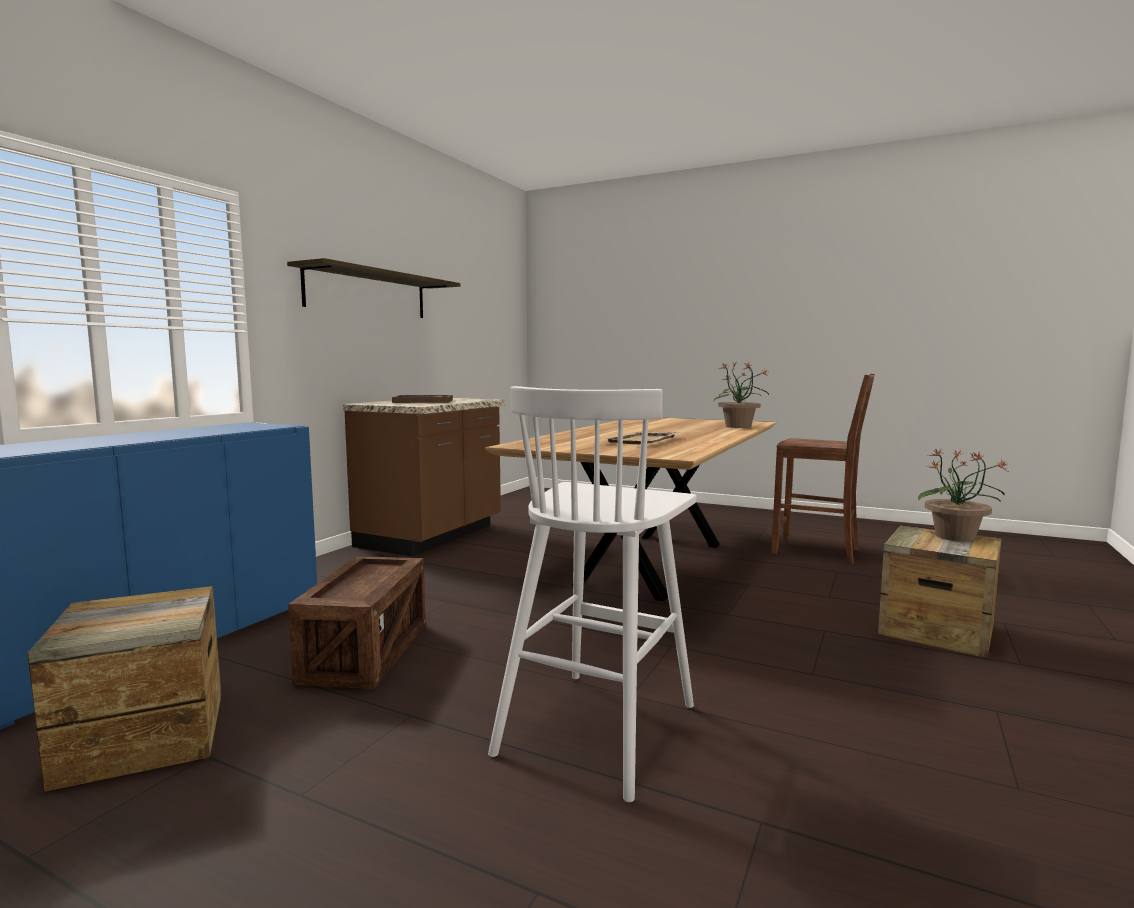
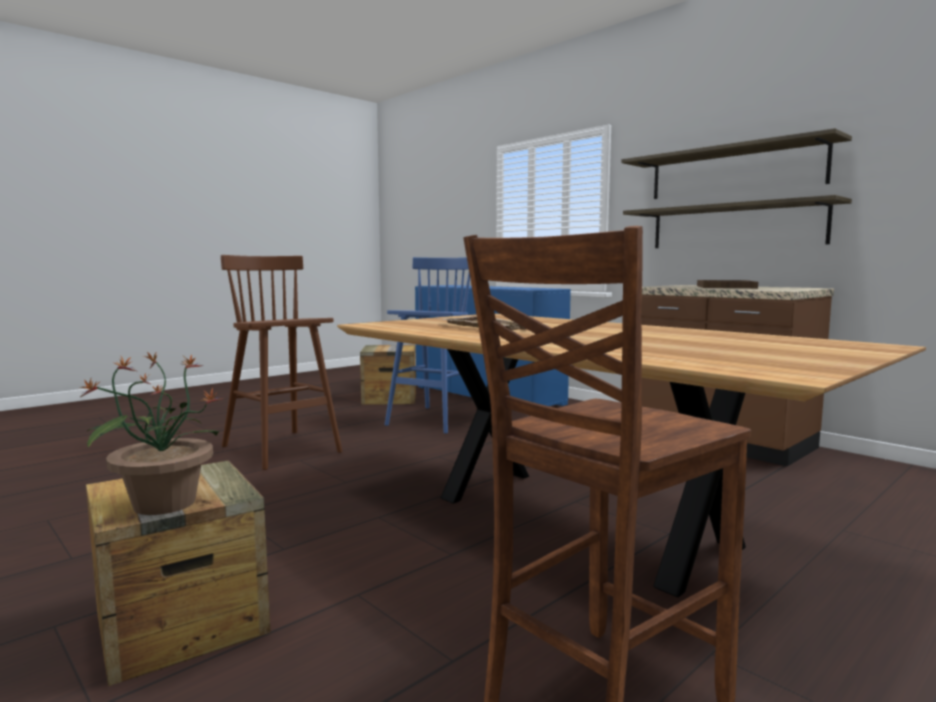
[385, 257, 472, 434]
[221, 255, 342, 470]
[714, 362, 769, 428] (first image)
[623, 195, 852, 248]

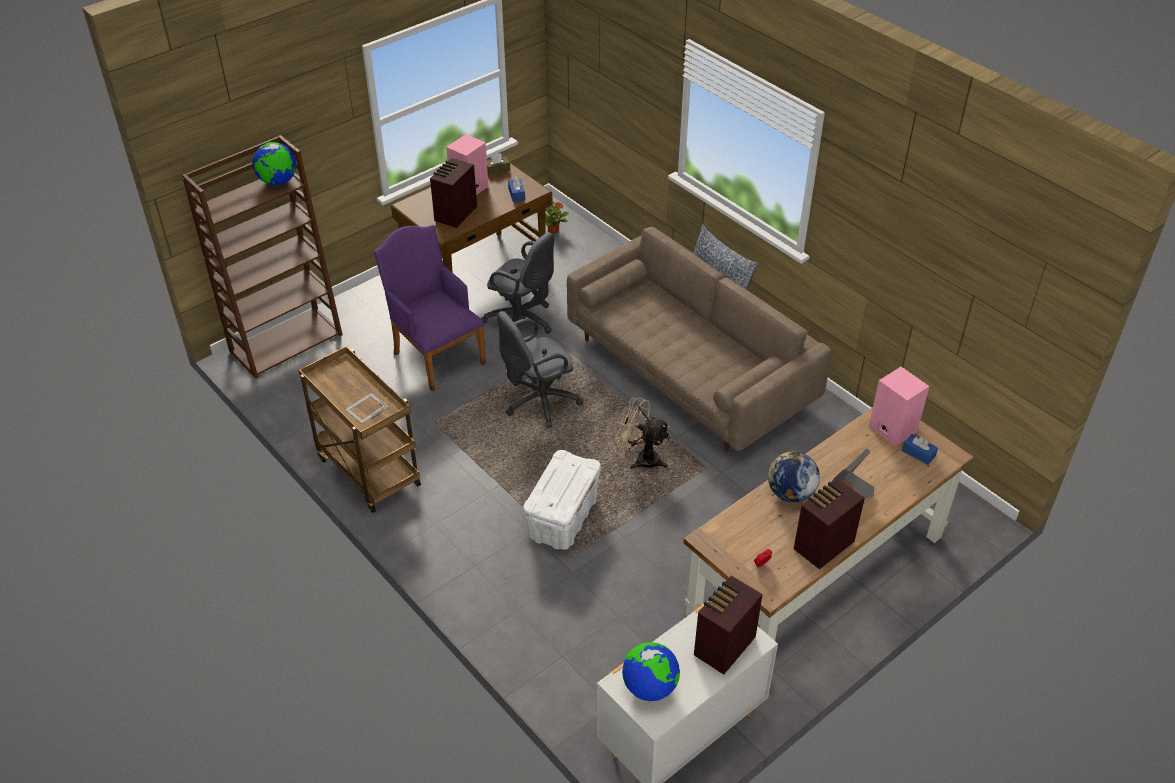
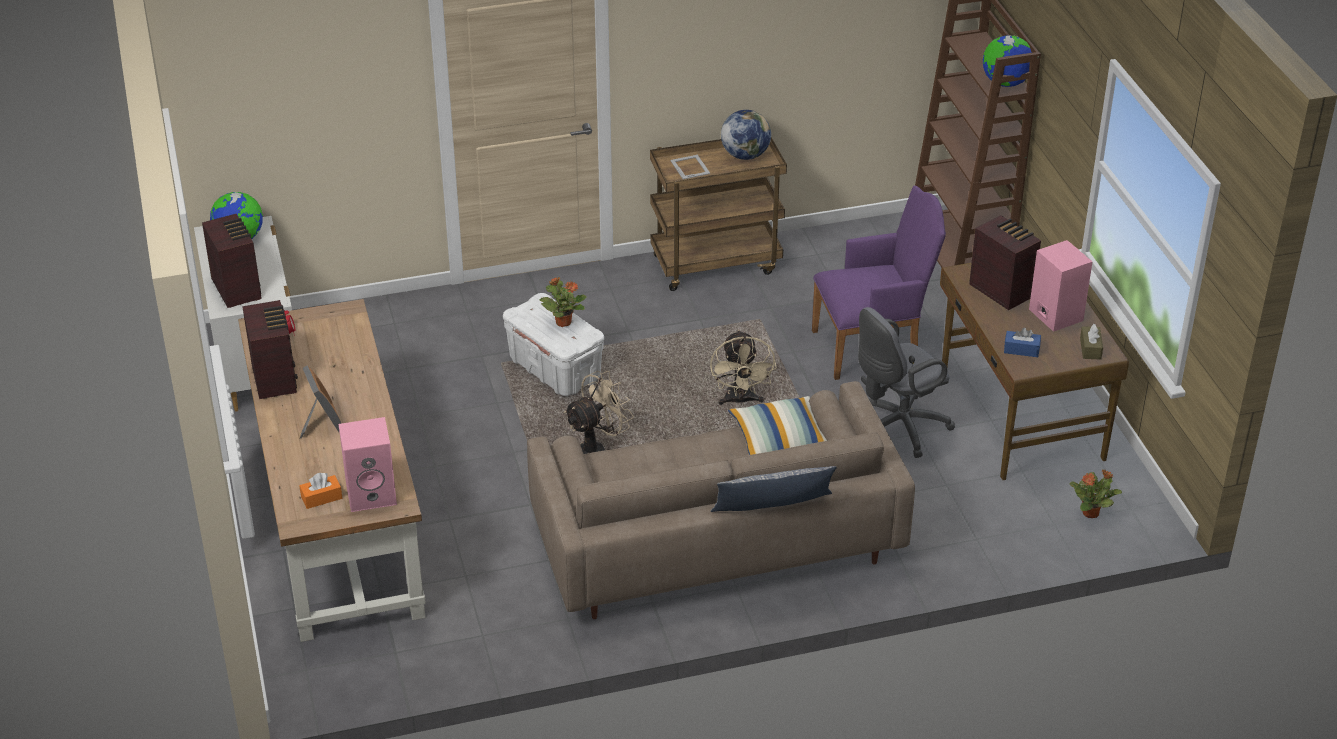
[710, 330, 776, 406]
[721, 110, 771, 160]
[299, 473, 342, 509]
[540, 277, 587, 327]
[728, 396, 827, 455]

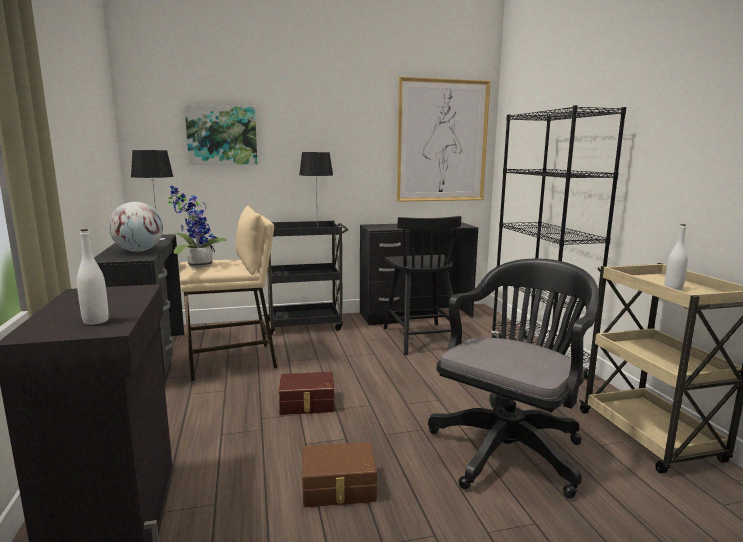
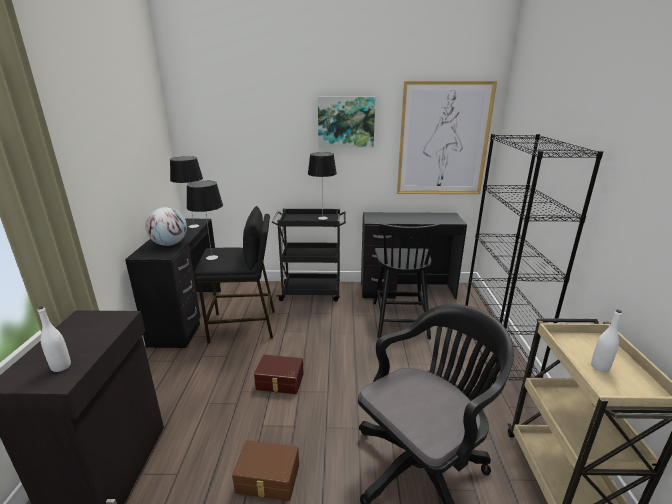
[187, 180, 223, 260]
[194, 206, 275, 343]
[318, 97, 375, 148]

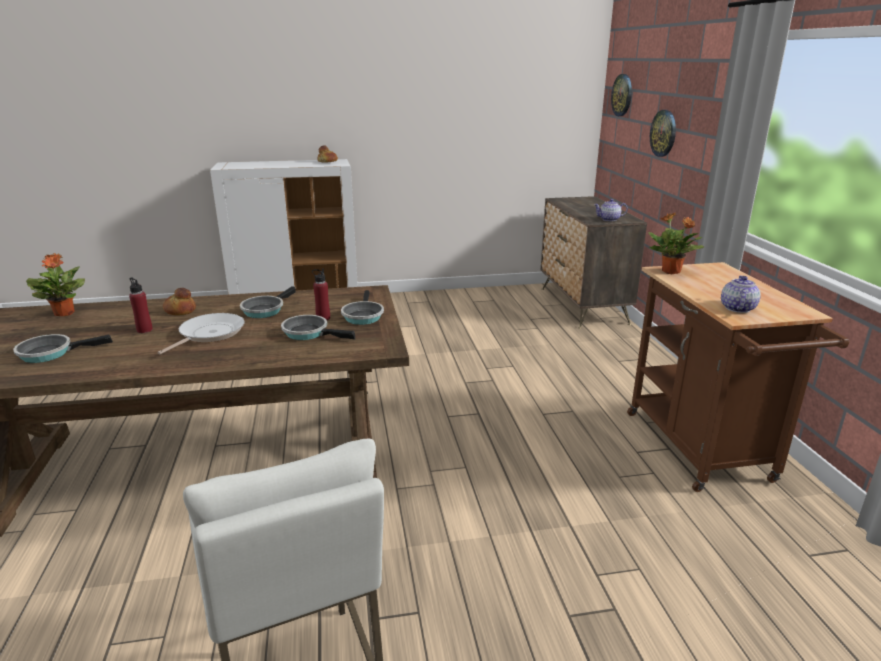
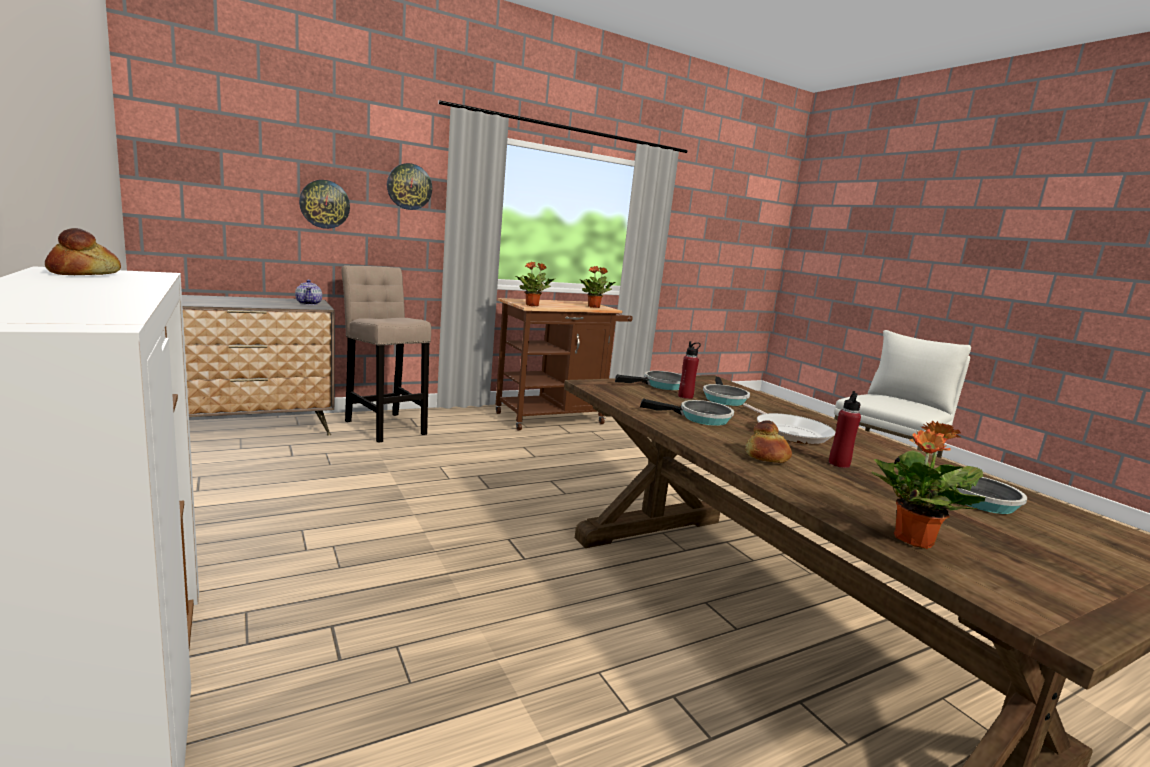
[743, 403, 835, 444]
[387, 163, 432, 210]
[579, 266, 615, 308]
[341, 266, 431, 443]

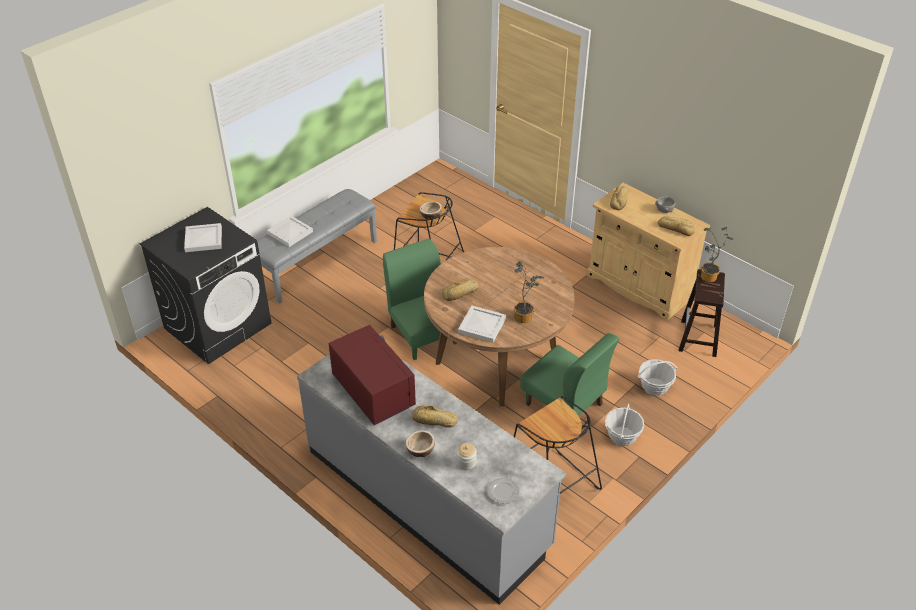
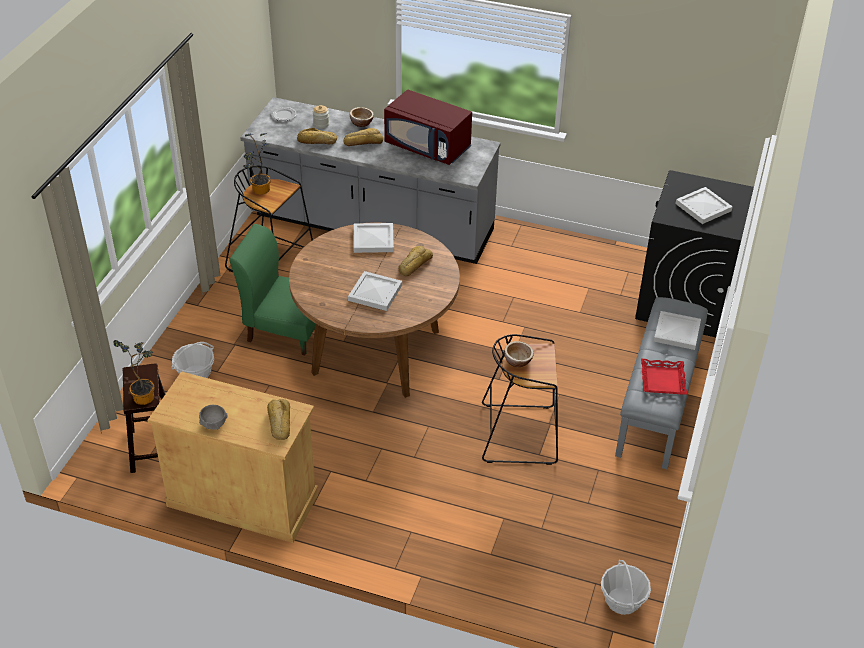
[383, 239, 457, 360] (first image)
[243, 133, 271, 195]
[601, 560, 651, 615]
[297, 128, 337, 144]
[348, 271, 402, 311]
[641, 359, 687, 394]

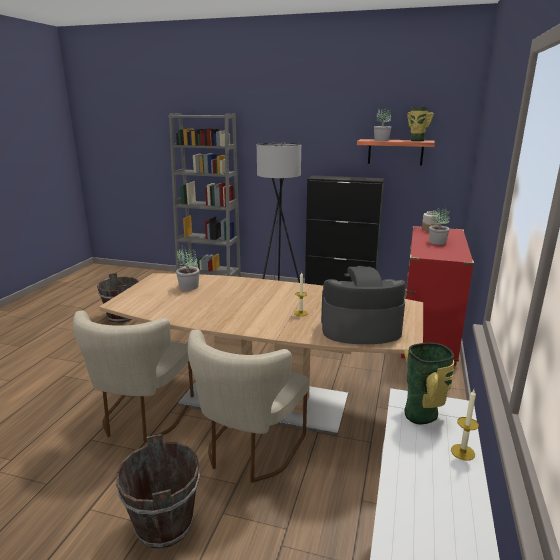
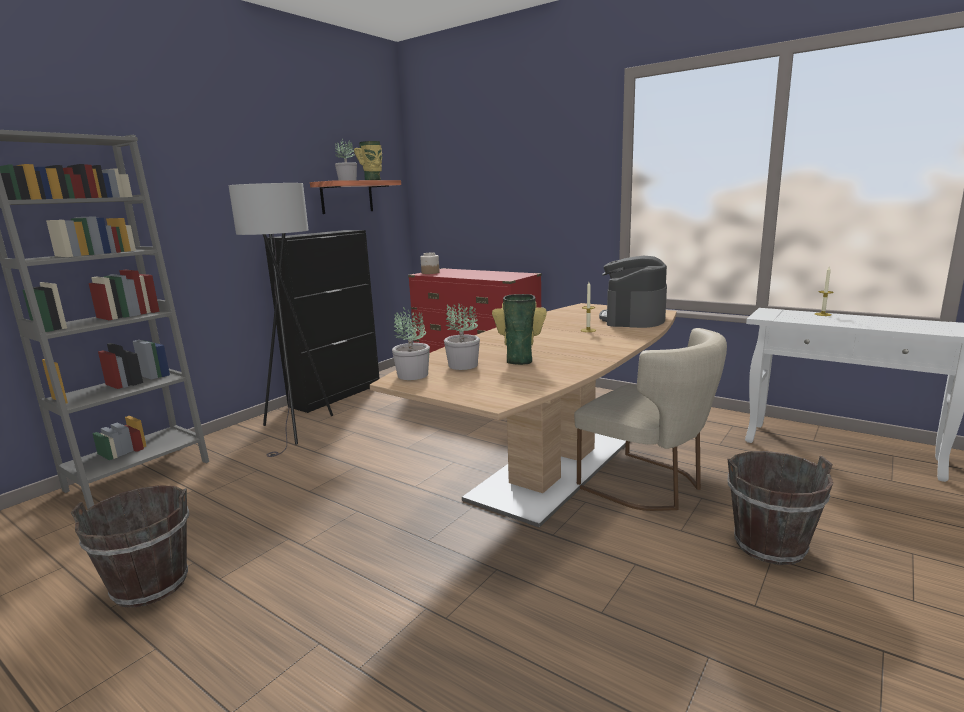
[73, 310, 194, 442] (first image)
[492, 294, 547, 365]
[392, 307, 430, 380]

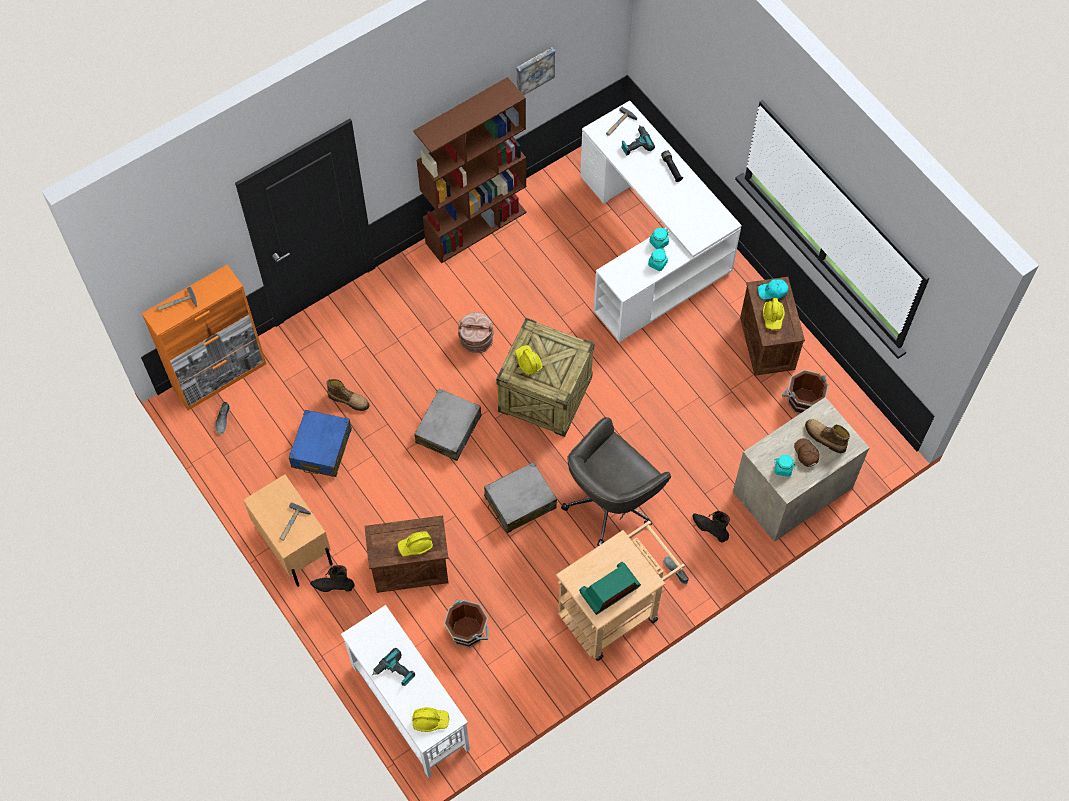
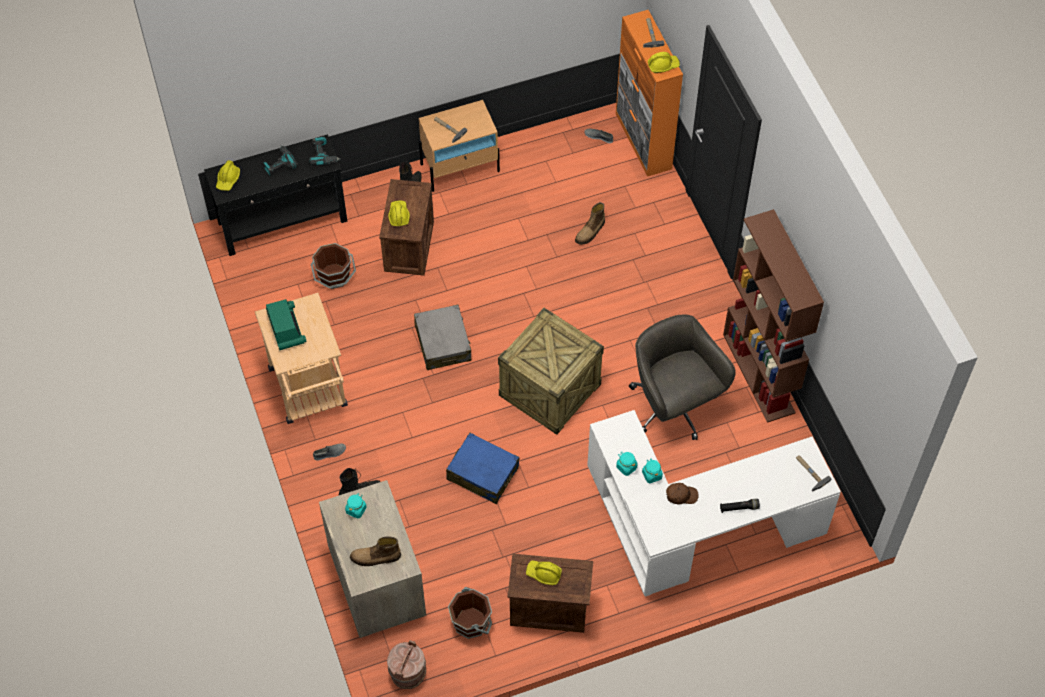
[446, 433, 519, 504]
[204, 134, 347, 256]
[414, 388, 481, 461] (first image)
[387, 640, 426, 689]
[648, 52, 680, 73]
[516, 48, 555, 95] (first image)
[629, 315, 736, 440]
[309, 137, 341, 166]
[758, 279, 788, 299] (first image)
[666, 483, 699, 505]
[350, 537, 401, 566]

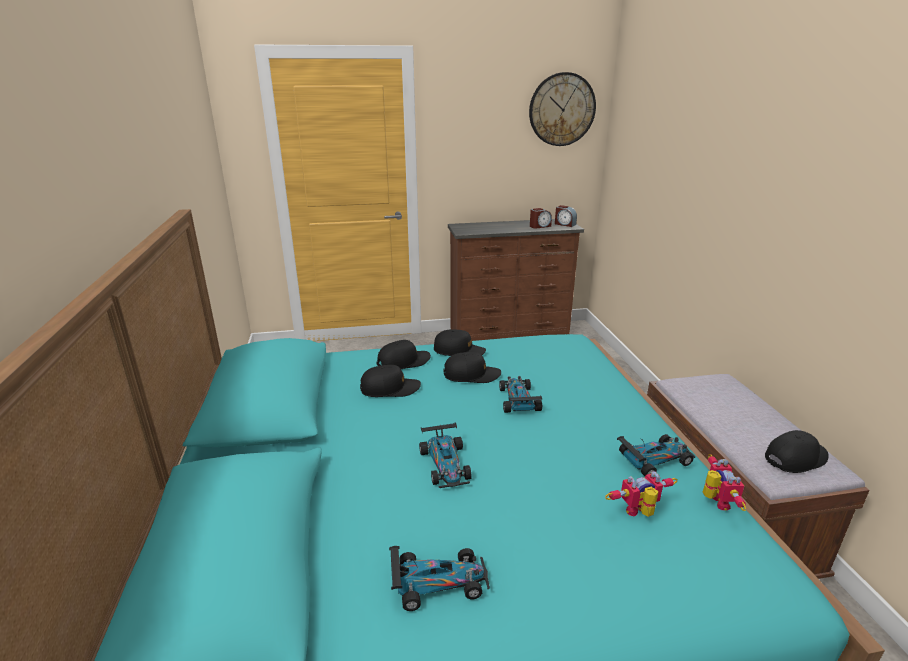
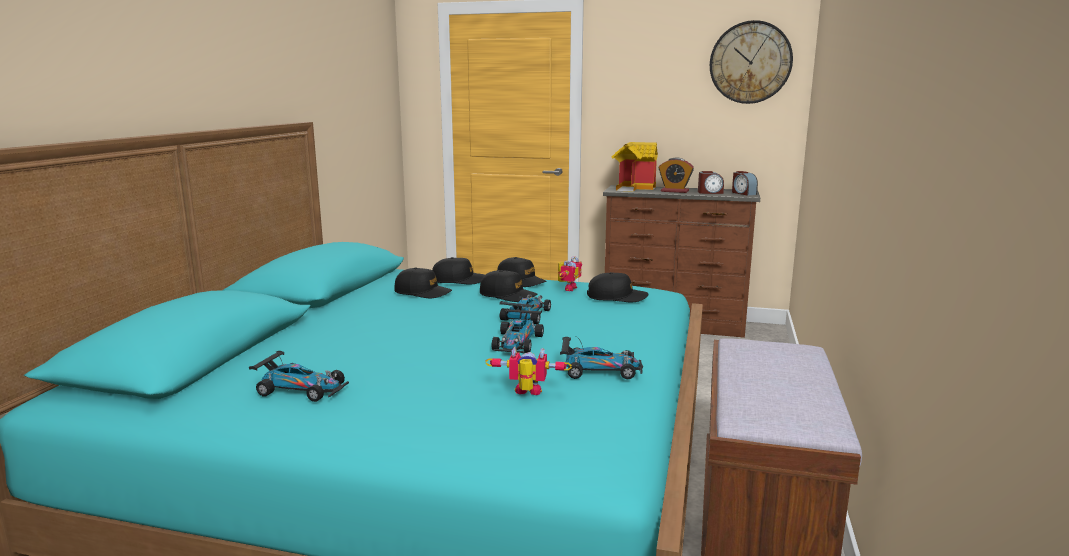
[492, 306, 544, 353]
[558, 256, 582, 291]
[587, 272, 649, 302]
[611, 142, 658, 192]
[659, 158, 694, 193]

